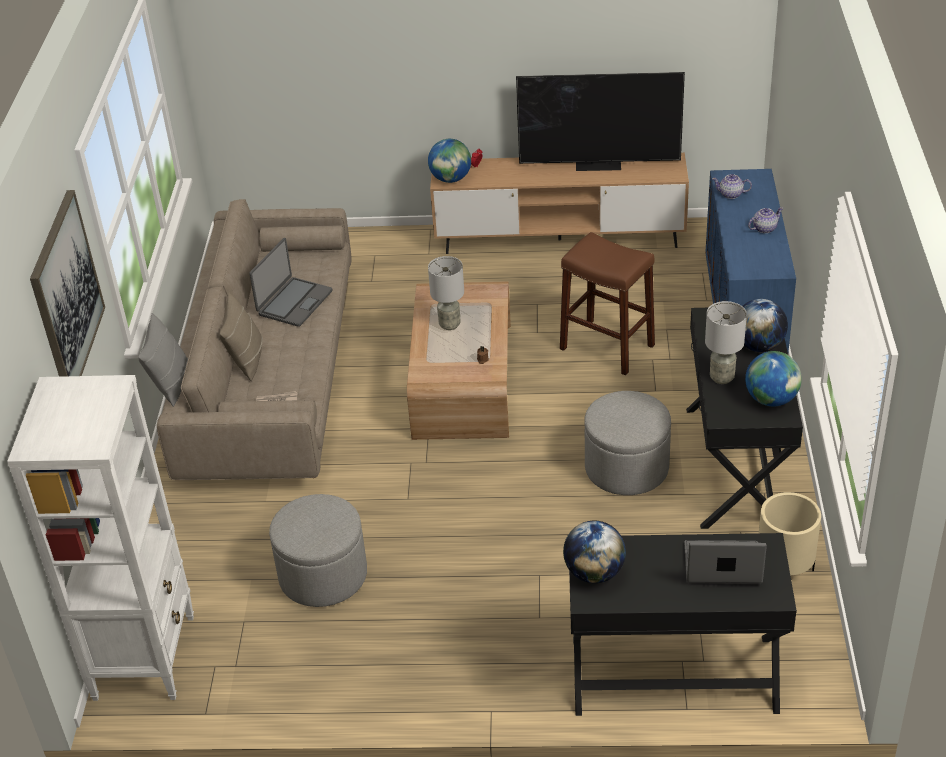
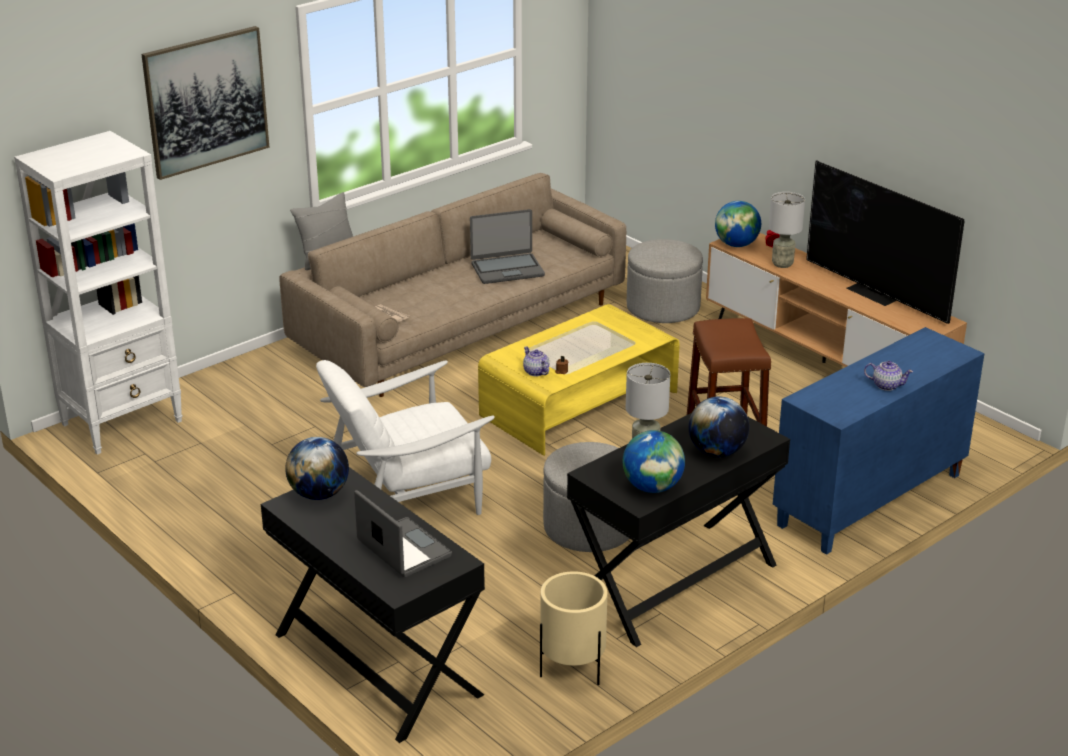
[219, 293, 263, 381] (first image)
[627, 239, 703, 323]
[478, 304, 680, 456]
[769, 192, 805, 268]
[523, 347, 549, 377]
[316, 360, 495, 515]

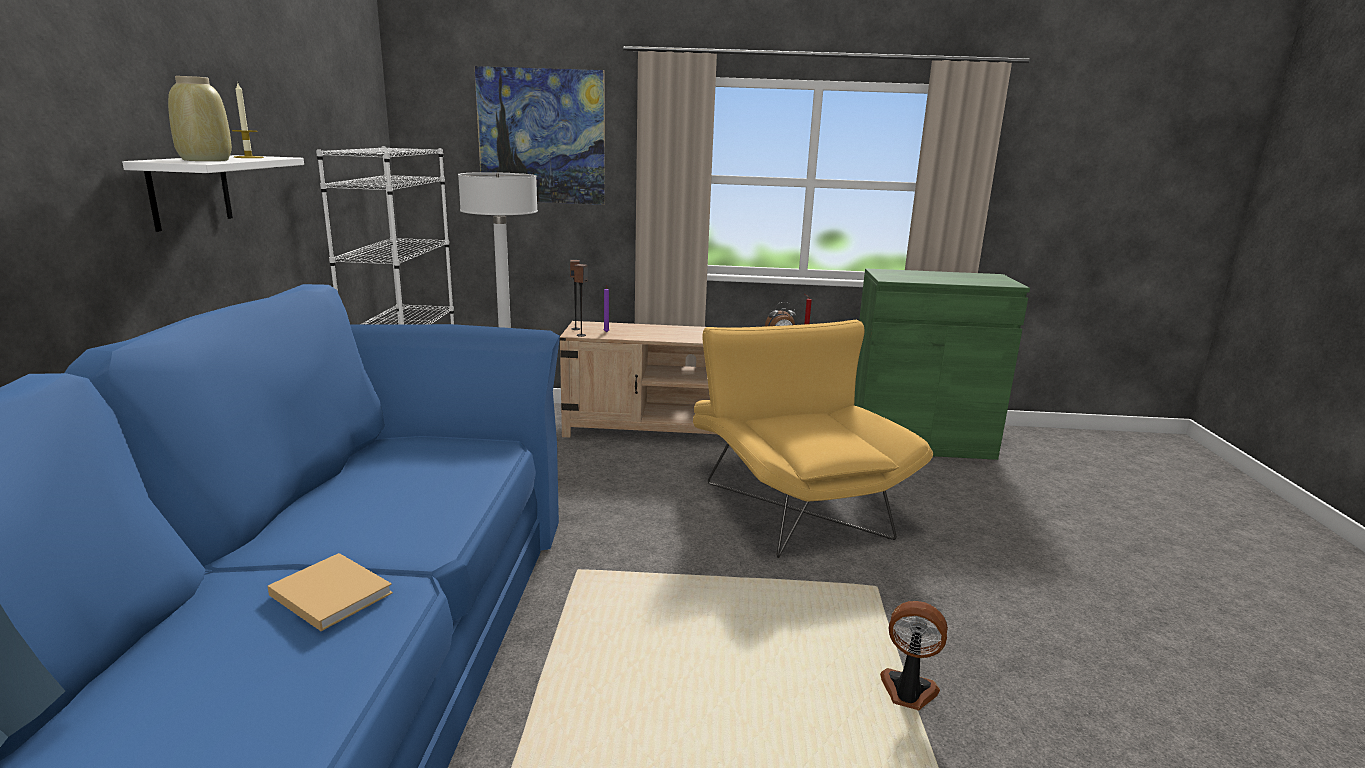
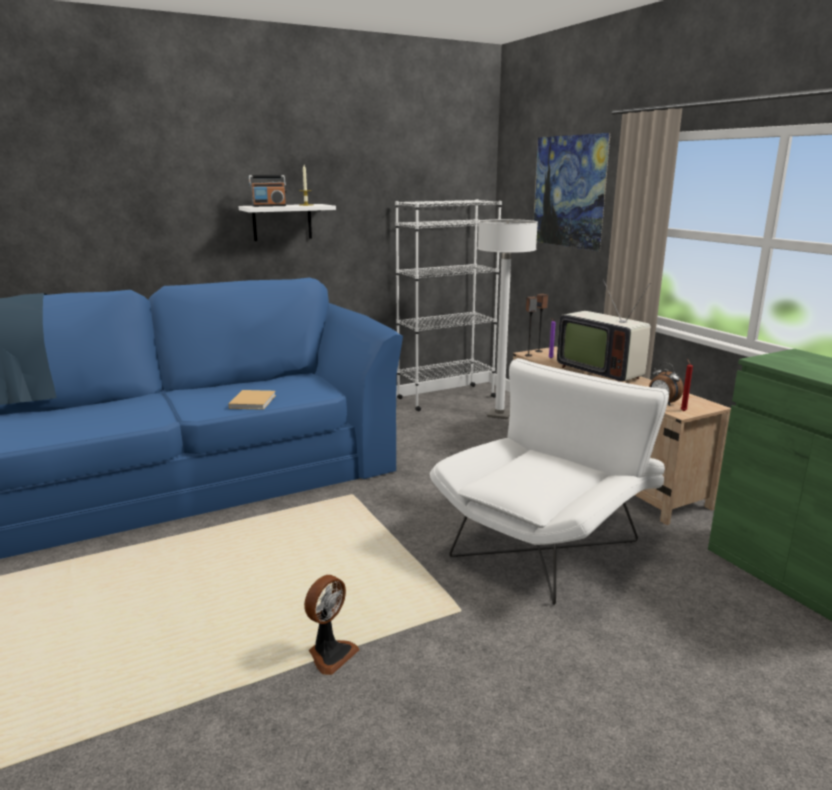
[249, 175, 286, 207]
[229, 390, 276, 410]
[430, 358, 669, 605]
[304, 575, 359, 675]
[557, 279, 651, 382]

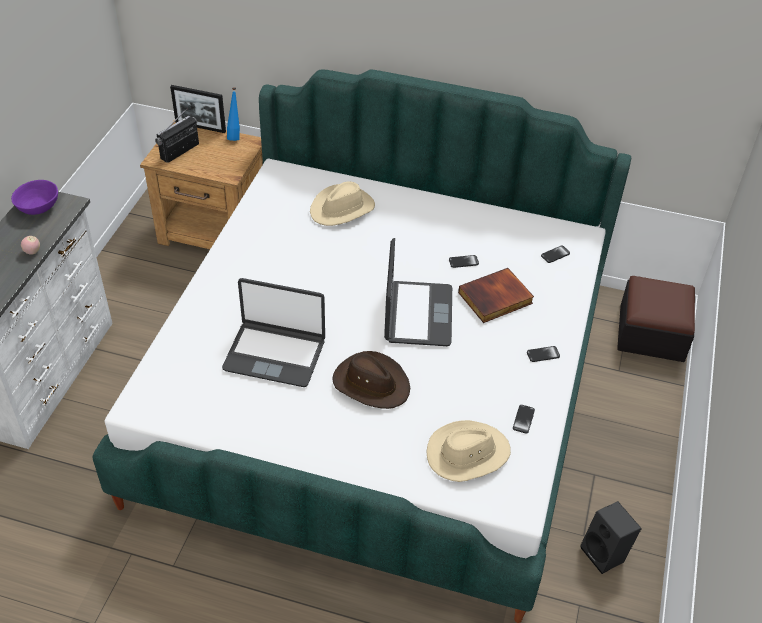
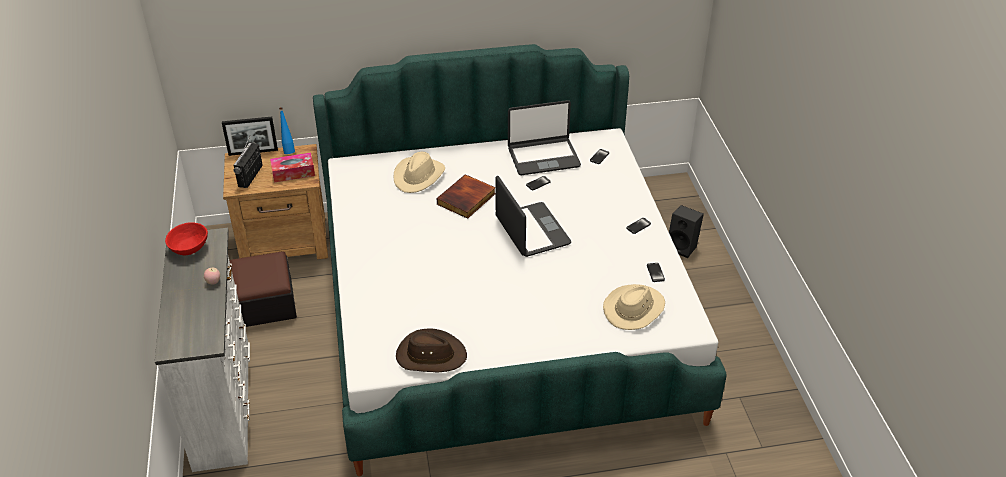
[165, 223, 208, 255]
[508, 100, 581, 175]
[396, 328, 467, 373]
[437, 174, 496, 219]
[669, 205, 704, 258]
[229, 251, 297, 327]
[270, 153, 315, 182]

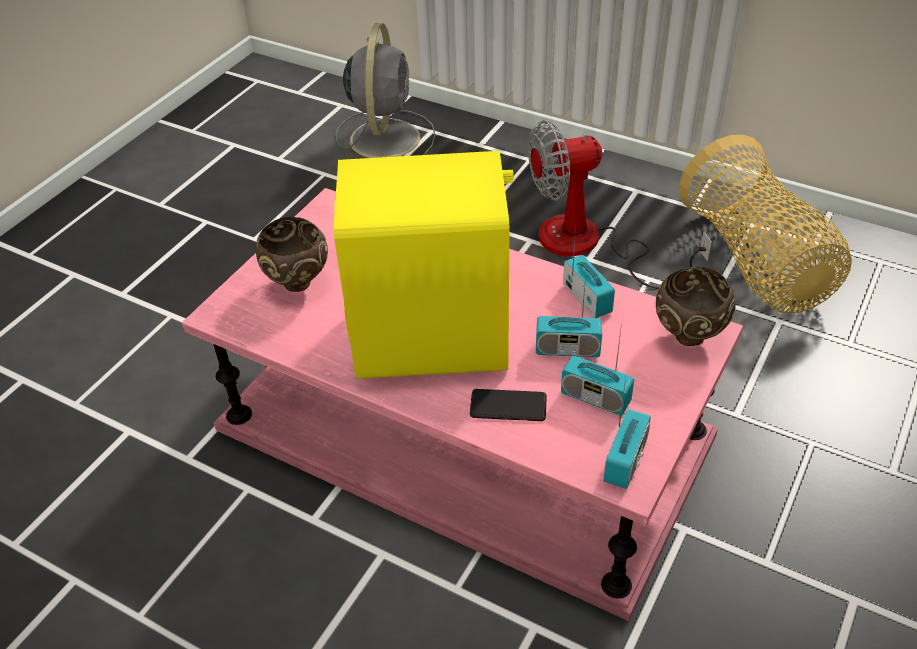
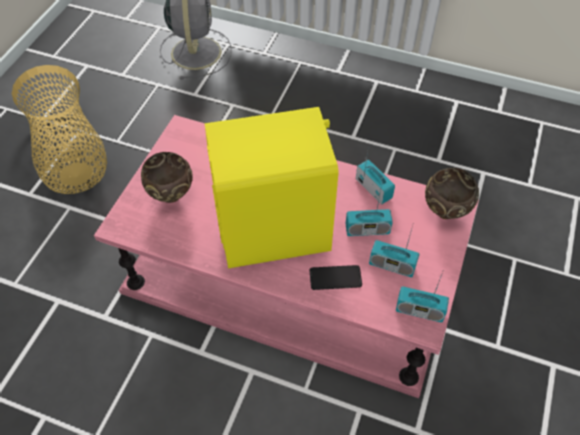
[528, 121, 712, 289] (first image)
[396, 272, 449, 322]
[12, 65, 107, 194]

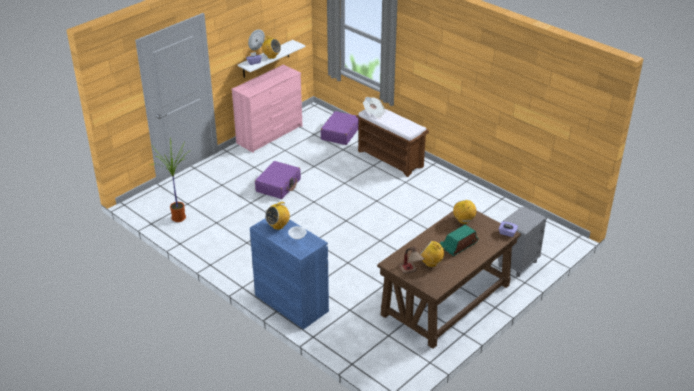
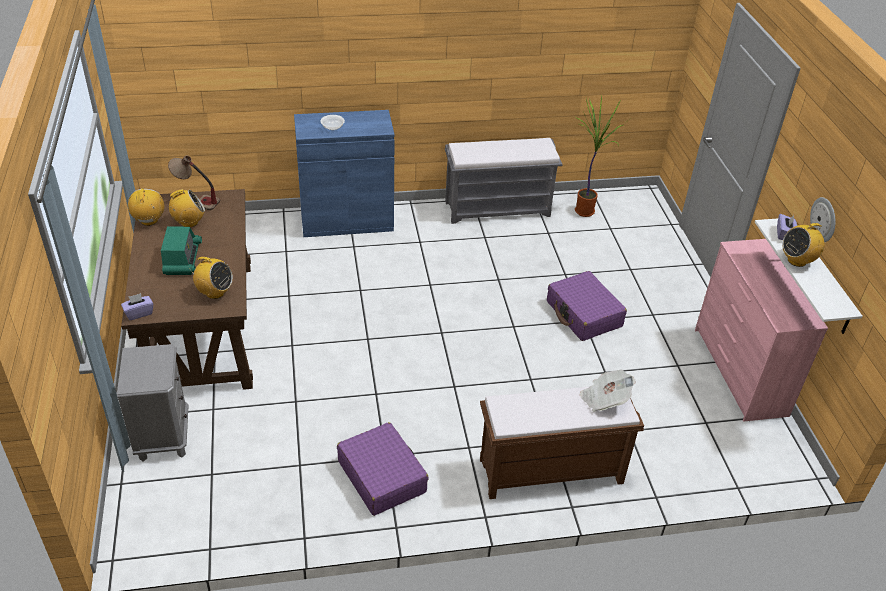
[128, 188, 164, 226]
[337, 422, 429, 516]
[445, 138, 563, 224]

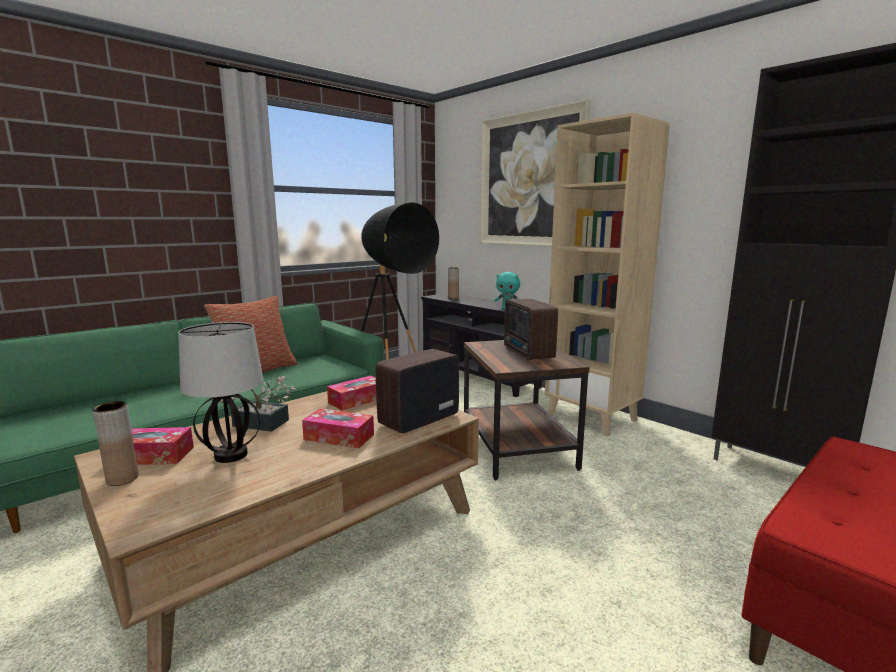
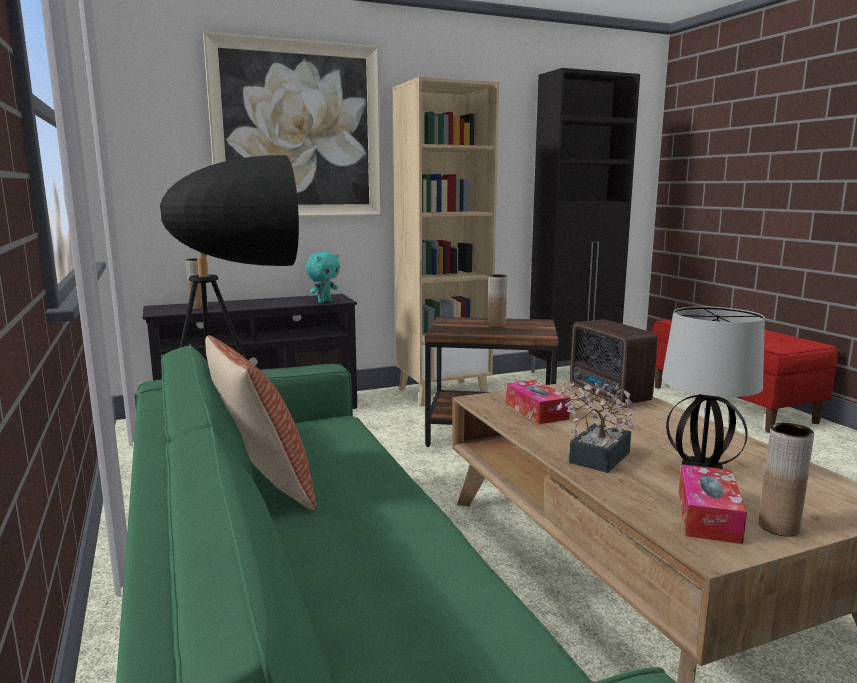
[302, 408, 374, 448] (first image)
[488, 274, 507, 327]

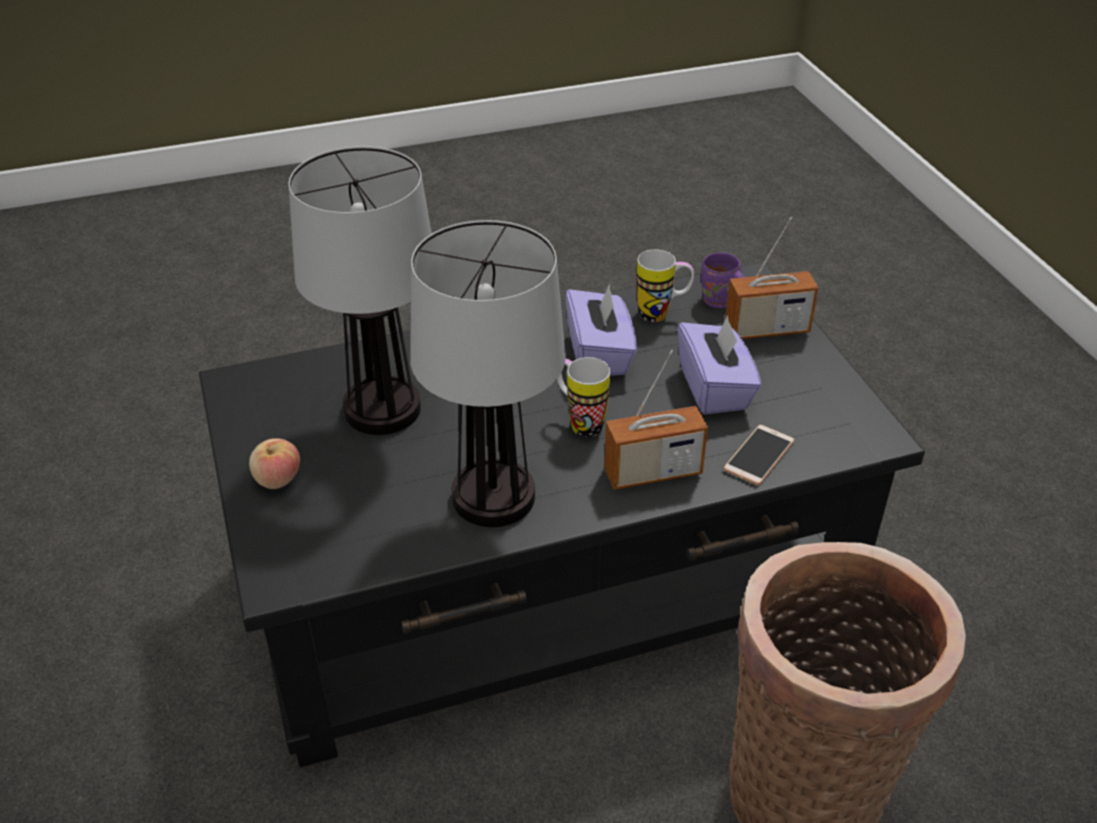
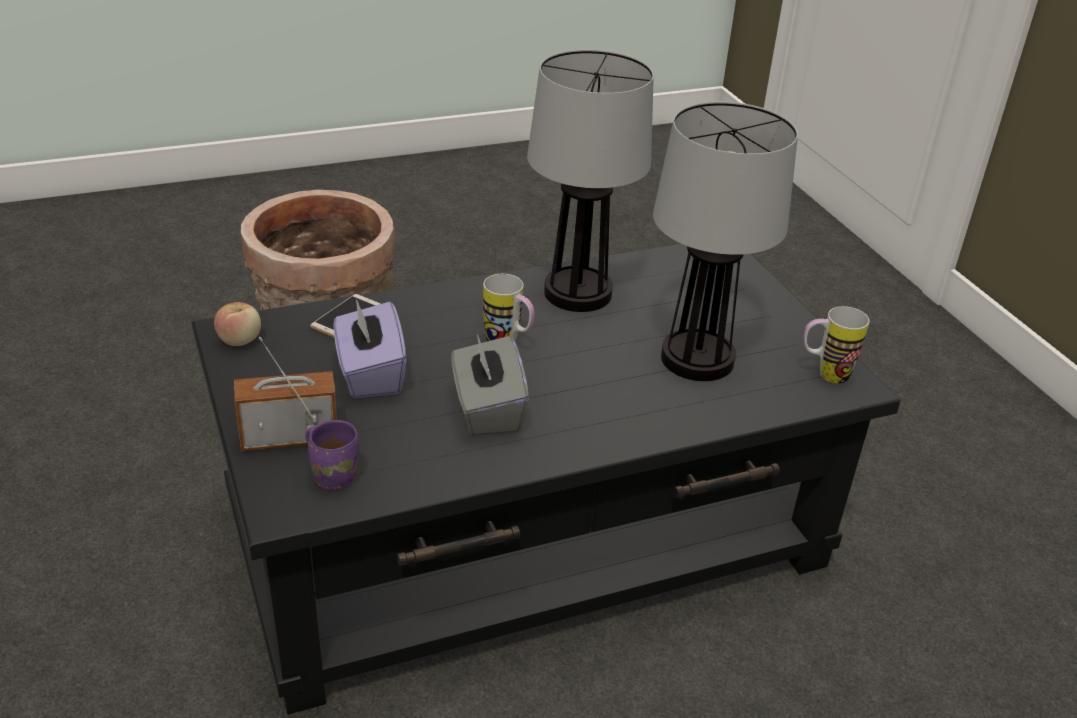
[214, 302, 261, 346]
[451, 334, 529, 436]
[604, 350, 708, 490] (first image)
[803, 306, 869, 383]

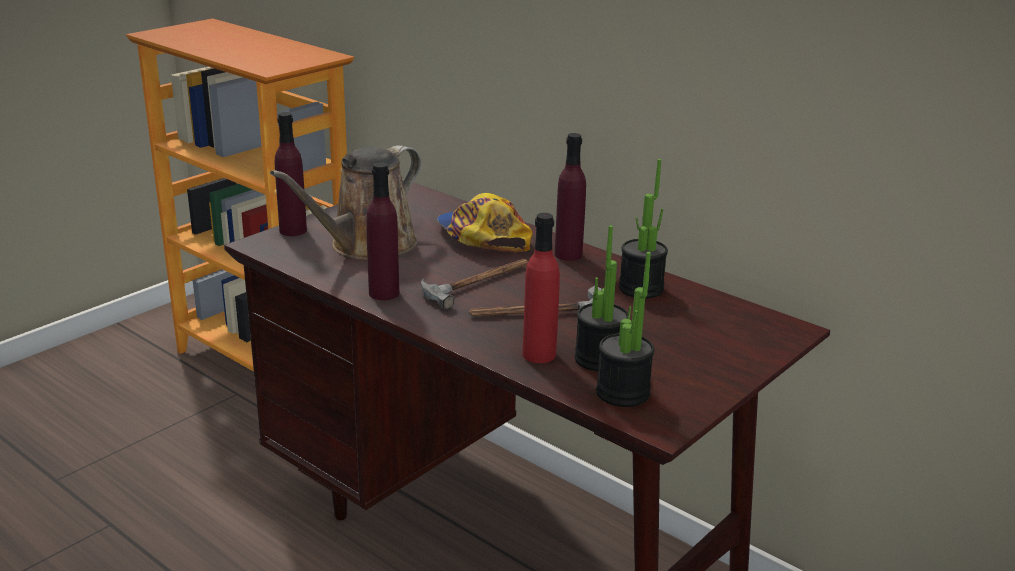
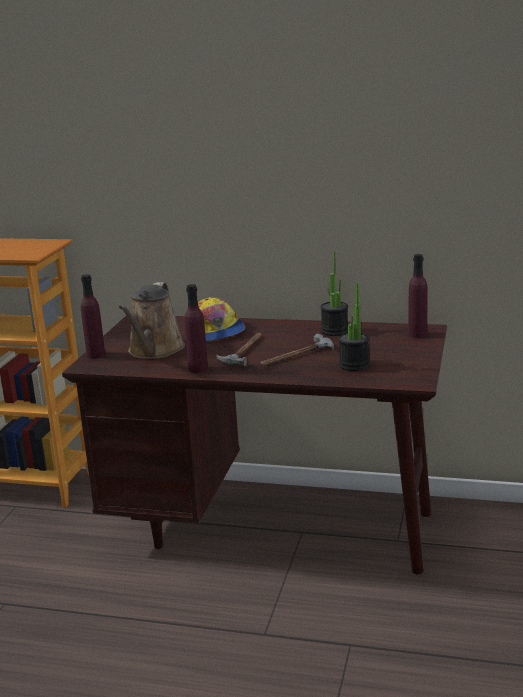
[198, 297, 245, 341]
[522, 213, 560, 363] (first image)
[408, 254, 428, 338]
[596, 252, 654, 407] (first image)

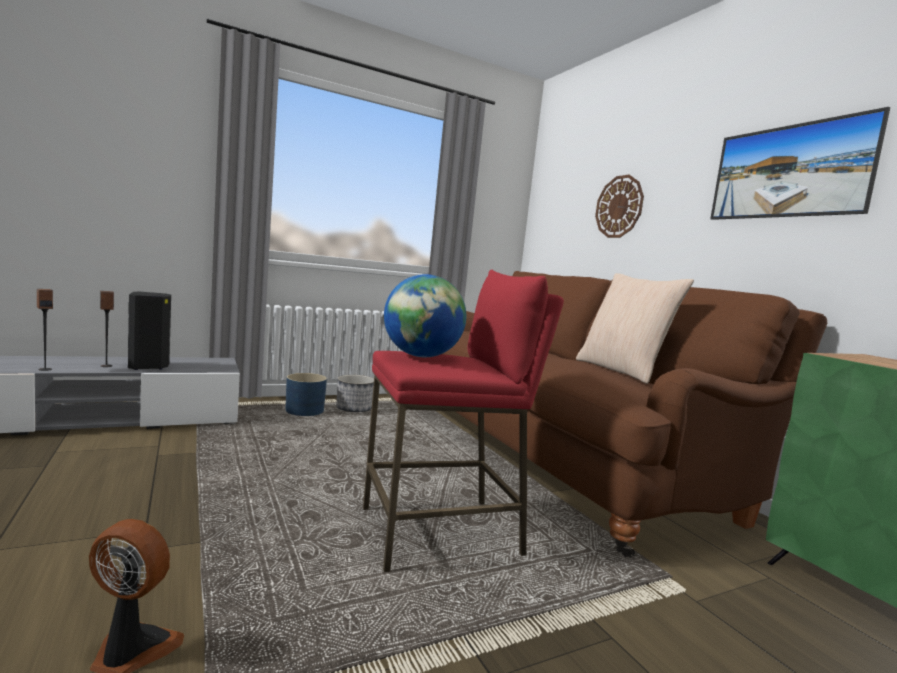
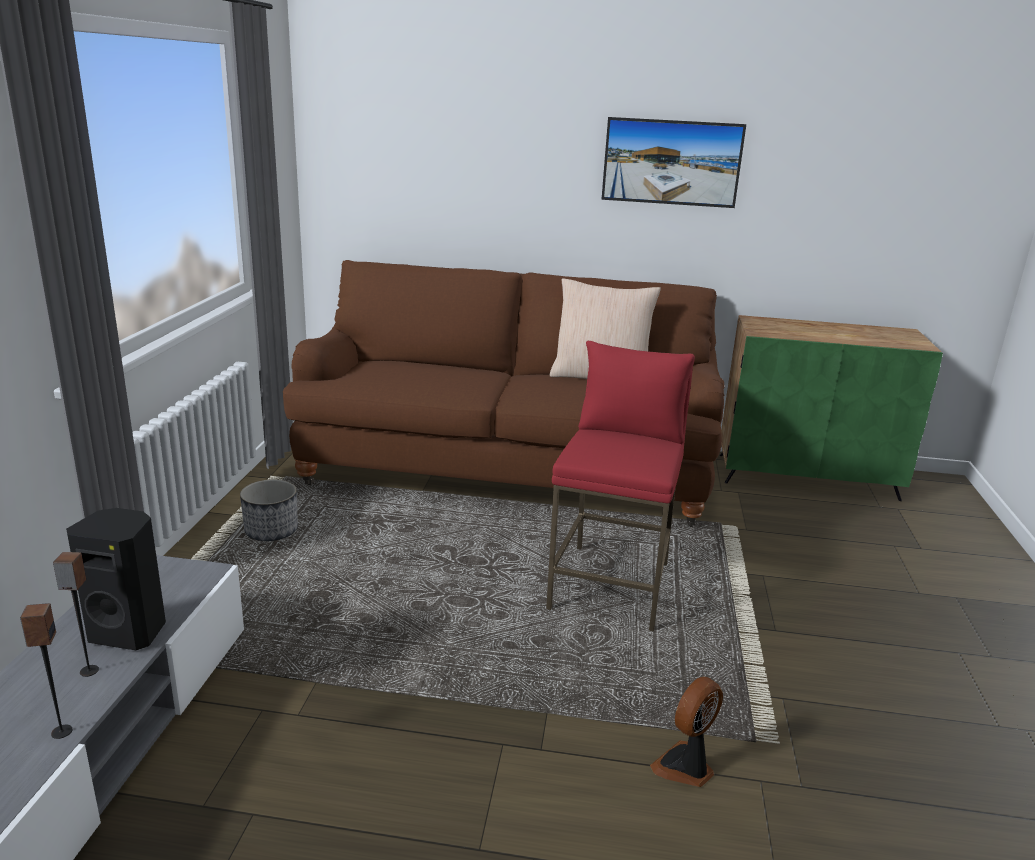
[285, 373, 327, 416] (first image)
[384, 274, 466, 357] (first image)
[595, 175, 644, 238] (first image)

